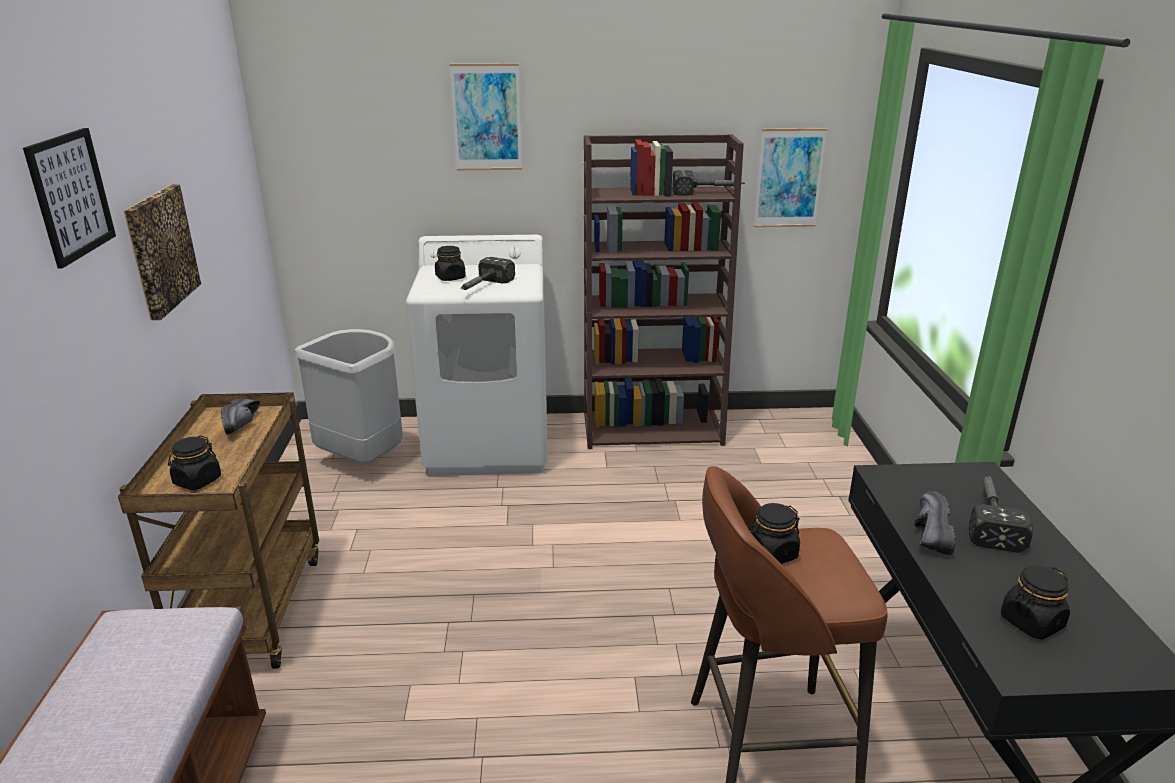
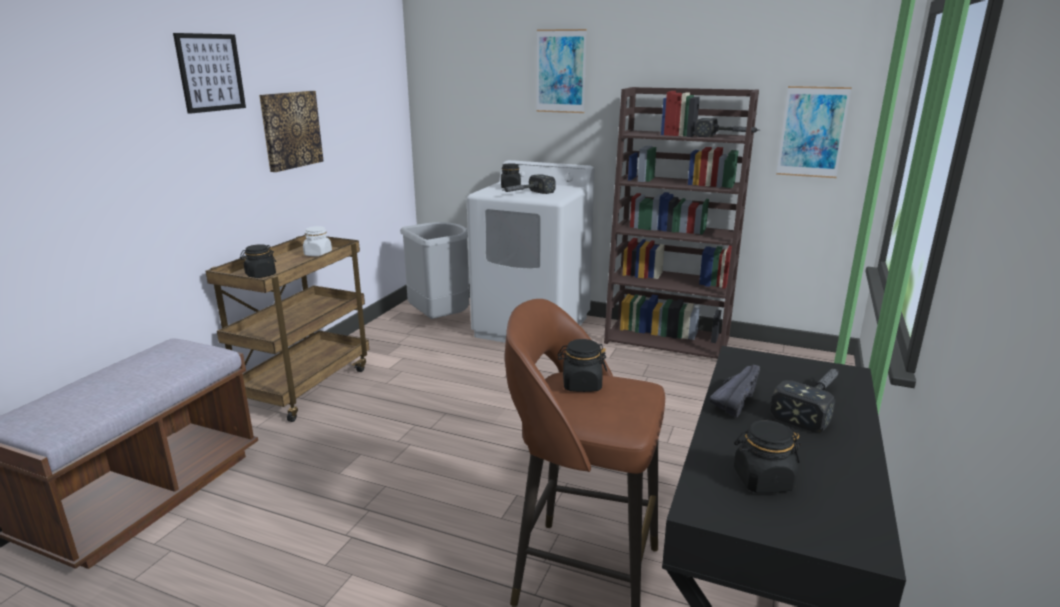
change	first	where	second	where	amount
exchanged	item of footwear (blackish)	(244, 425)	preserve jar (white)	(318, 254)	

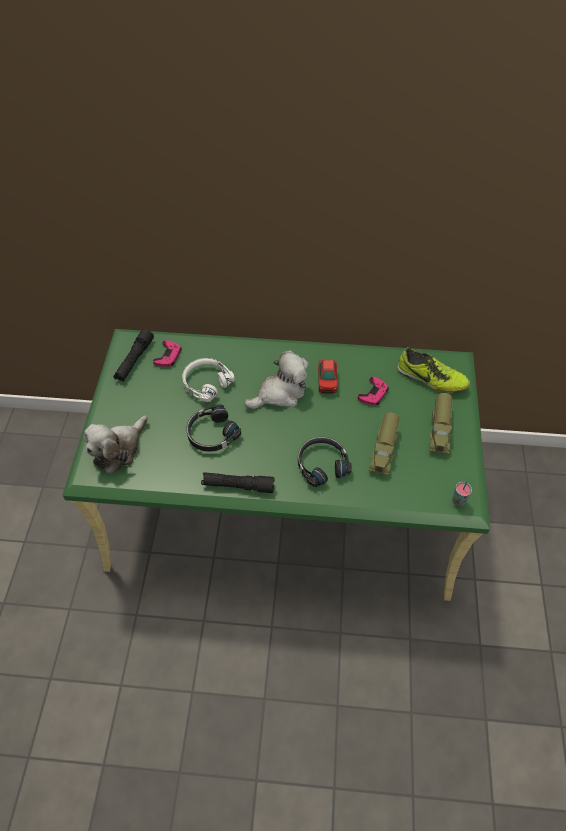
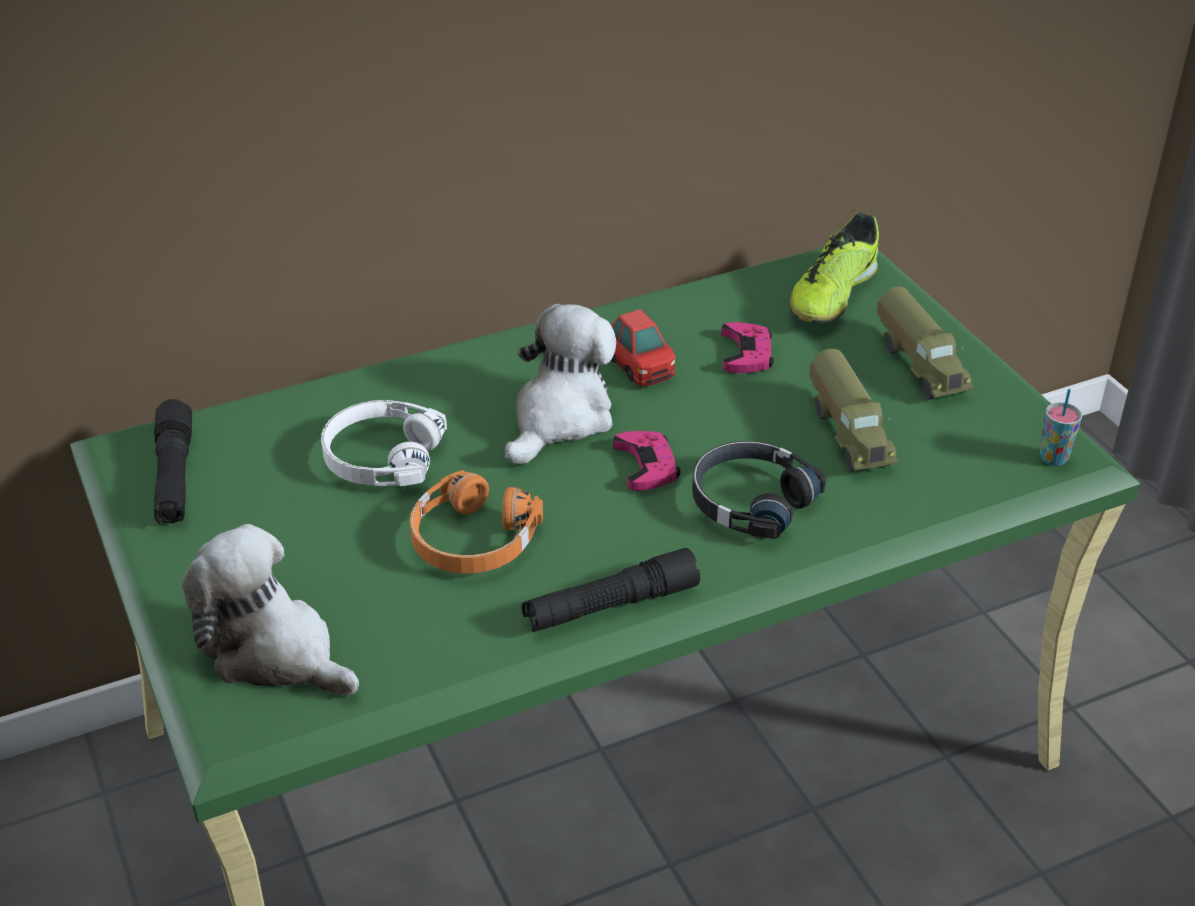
change	first	where	second	where	amount
relocated	game controller (pinkish)	(168, 356)		(646, 465)	
spun	item of footwear	(431, 379)		(832, 295)	120 degrees clockwise
colour	headphones (blackish)	(211, 434)	headphones (orange-coloured)	(472, 540)	
spun	plush toy	(119, 449)		(274, 652)	120 degrees clockwise

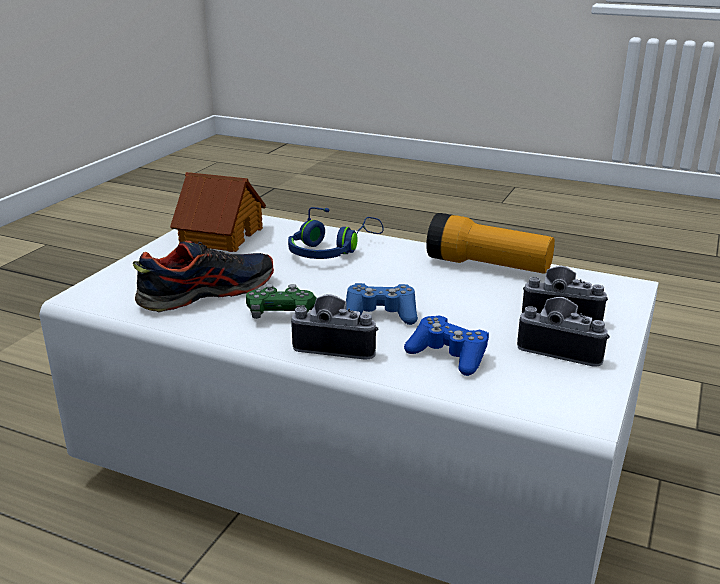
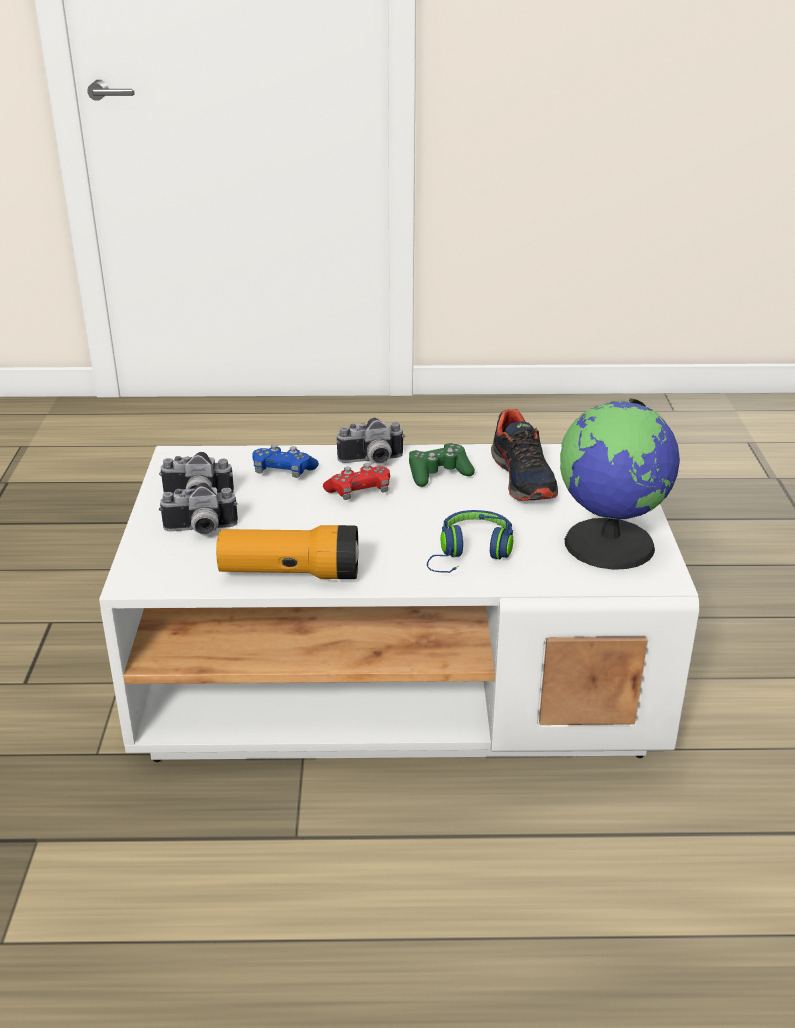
change	first	where	second	where	amount
exchanged	toy house	(220, 236)	globe	(611, 544)	
spun	item of footwear	(207, 292)		(523, 478)	45 degrees counterclockwise
colour	game controller (blue-coloured)	(380, 314)	game controller (reddish)	(359, 492)	

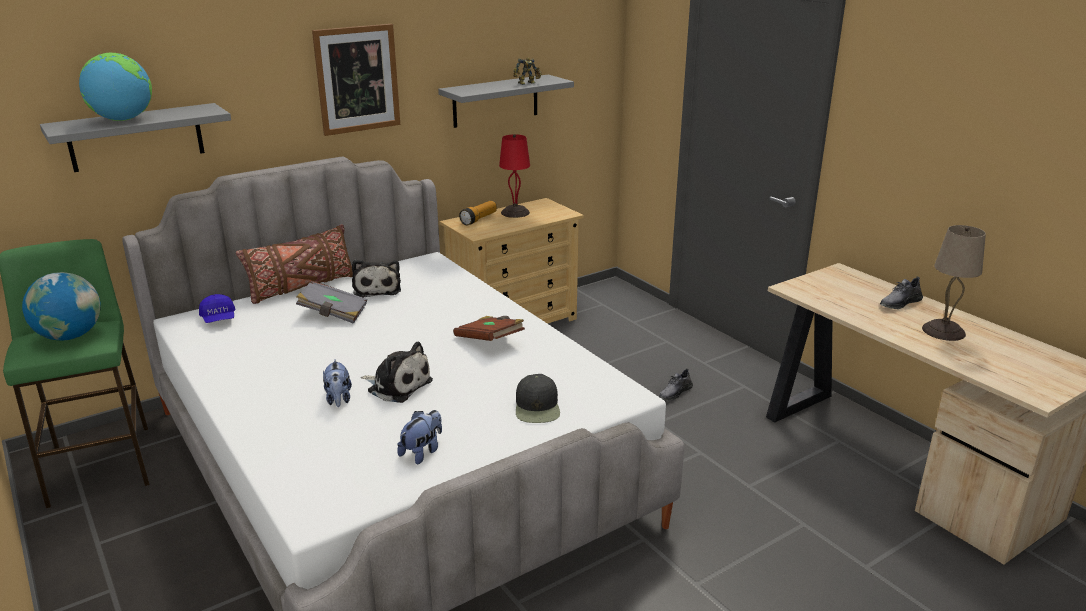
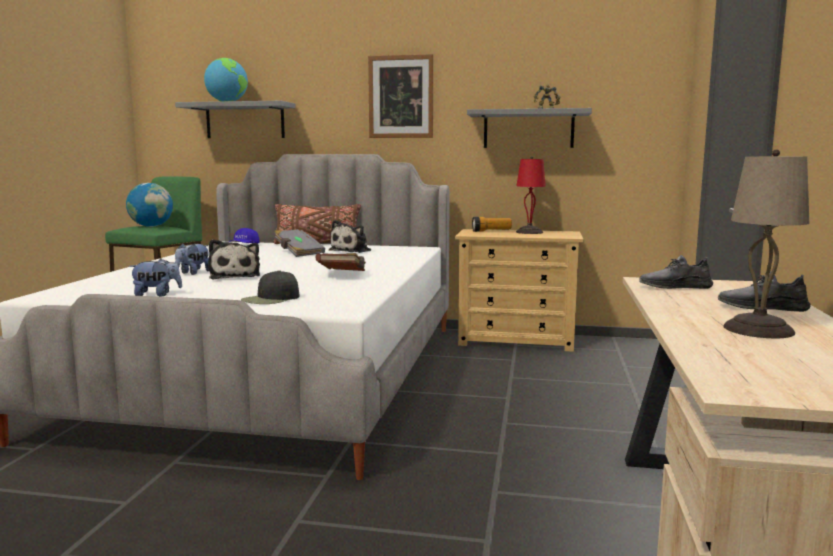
change	first	where	second	where	amount
relocated	item of footwear (gray)	(675, 393)		(675, 287)	

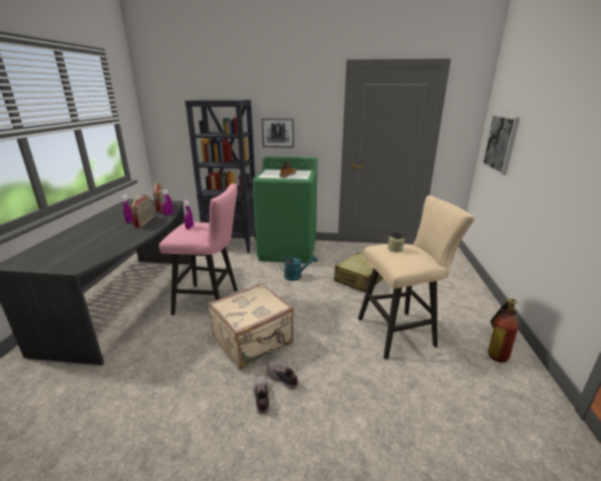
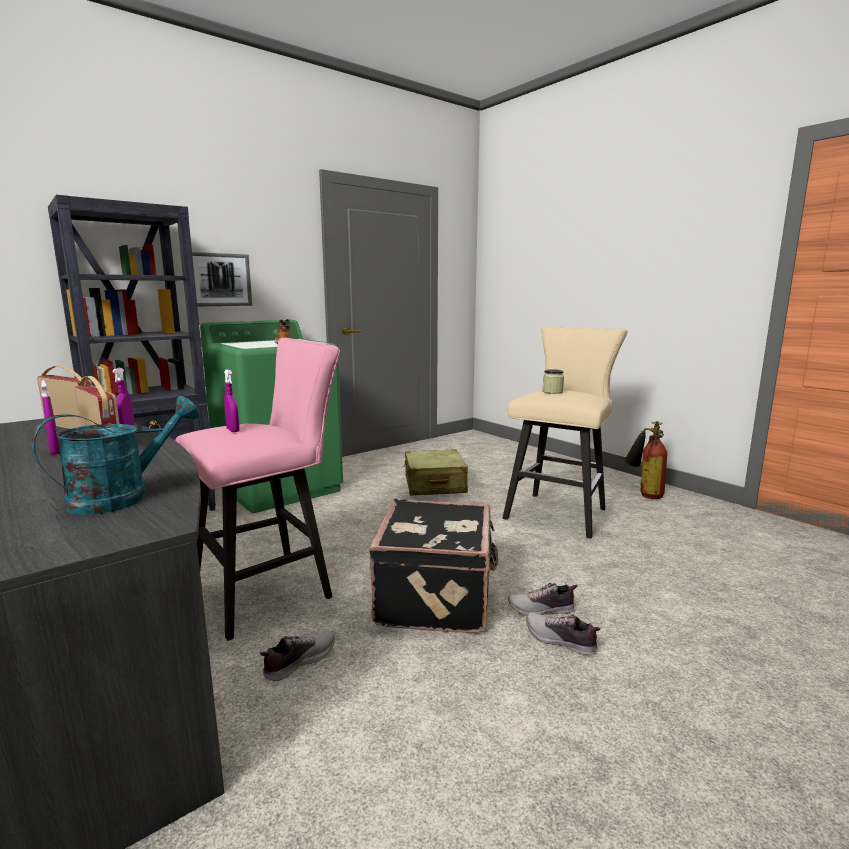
change	first	where	second	where	amount
missing	wall picture	(501, 143)			
relocated	watering pot (turquoise-coloured)	(296, 276)		(123, 496)	
colour	suitcase (beige)	(254, 342)	suitcase (blackish)	(437, 597)	
appeared			item of footwear	(298, 661)	

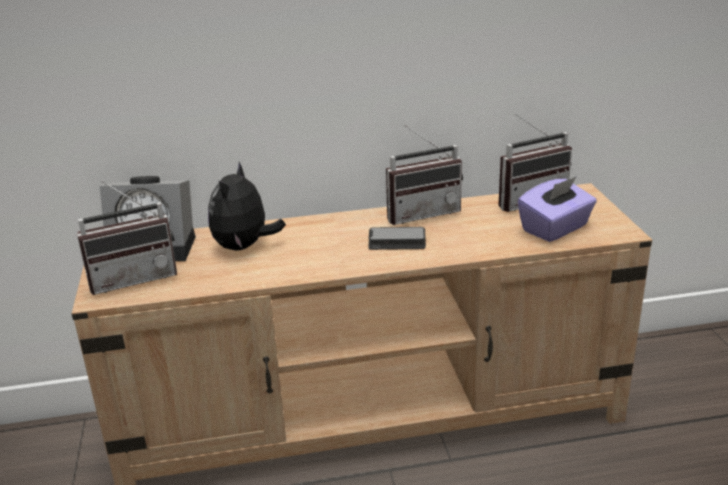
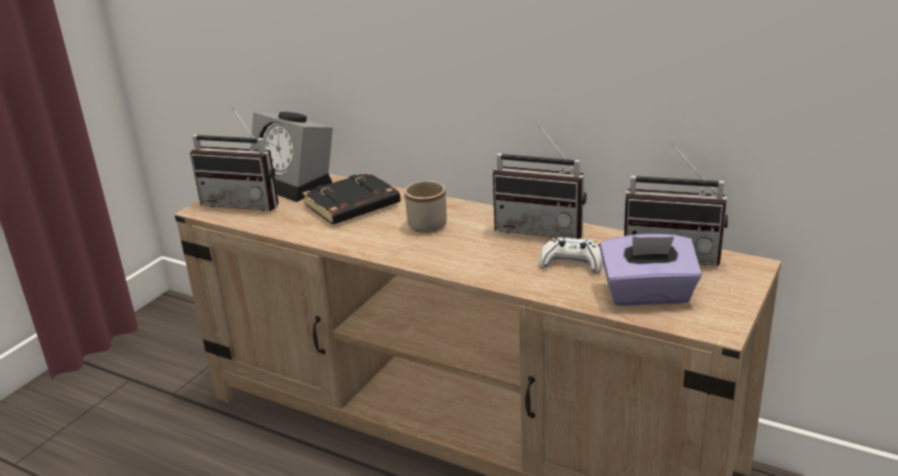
change	first	where	second	where	amount
exchanged	plush toy	(244, 247)	volume (blackish)	(352, 206)	
missing	handset	(397, 240)			
appeared			tea mug (beige)	(429, 222)	
appeared			game controller (white)	(572, 263)	

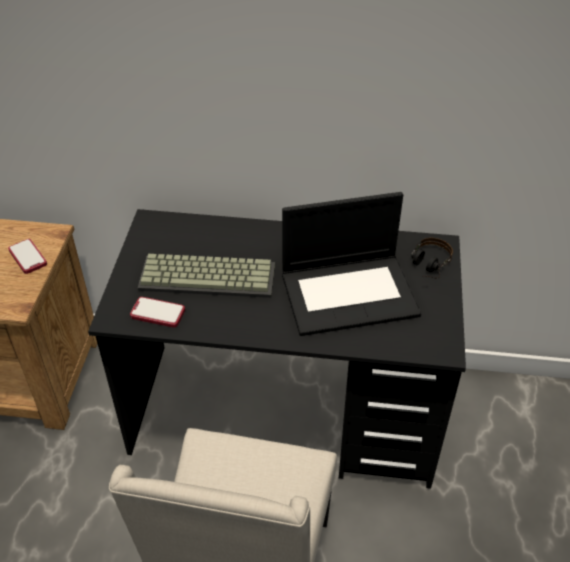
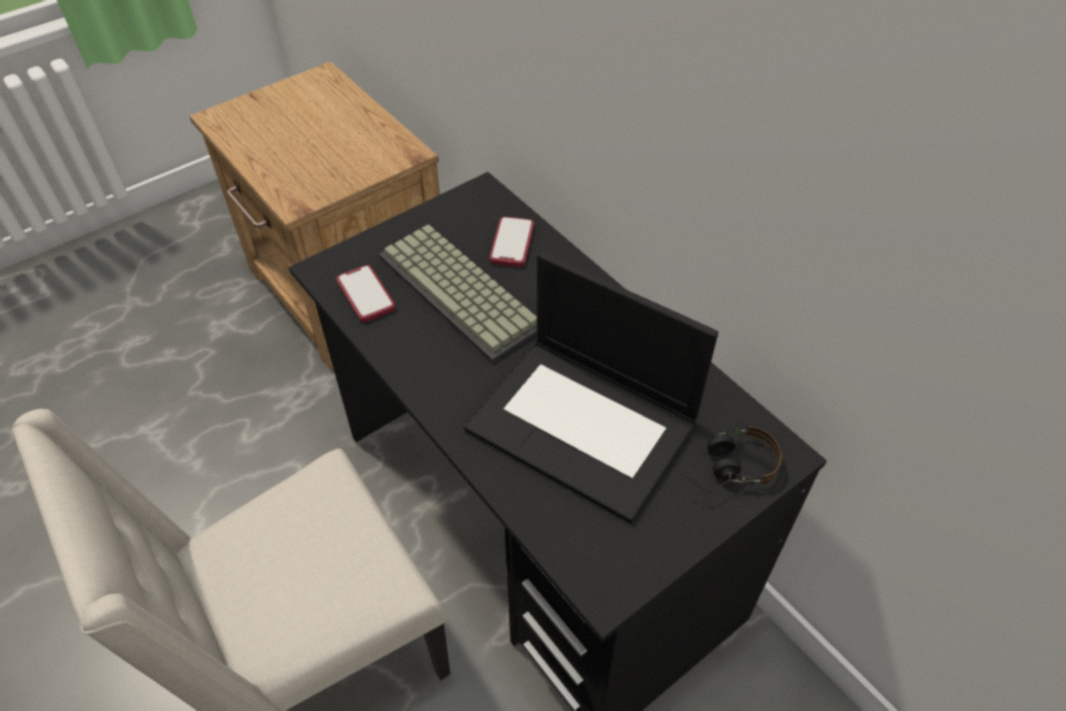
change	first	where	second	where	amount
relocated	handset	(28, 257)		(512, 243)	

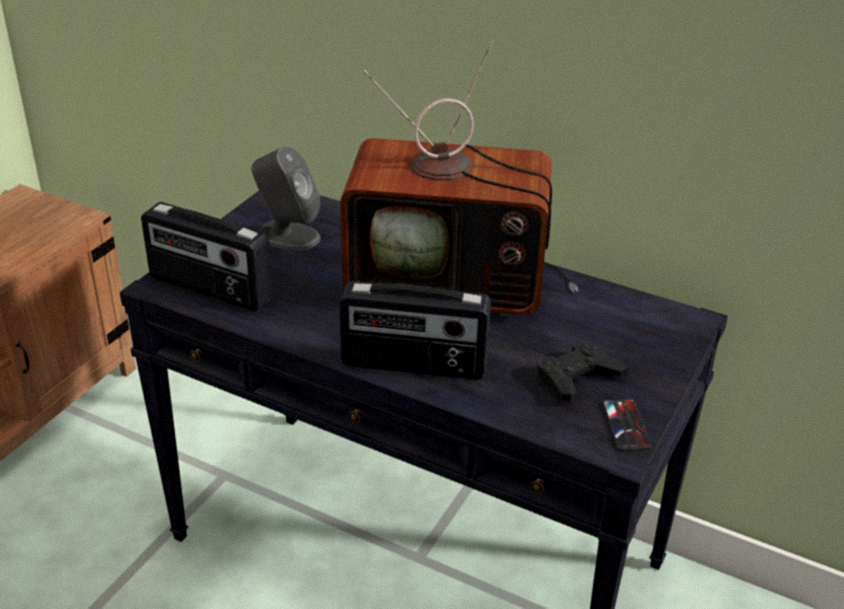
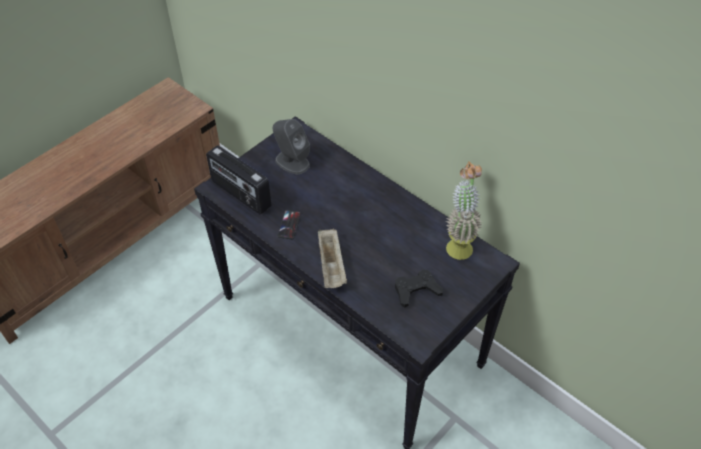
change	first	where	second	where	amount
missing	TV	(453, 283)			
exchanged	radio set	(413, 365)	serving tray (beige)	(332, 266)	
relocated	handset	(626, 425)		(289, 225)	
appeared			potted plant	(459, 243)	

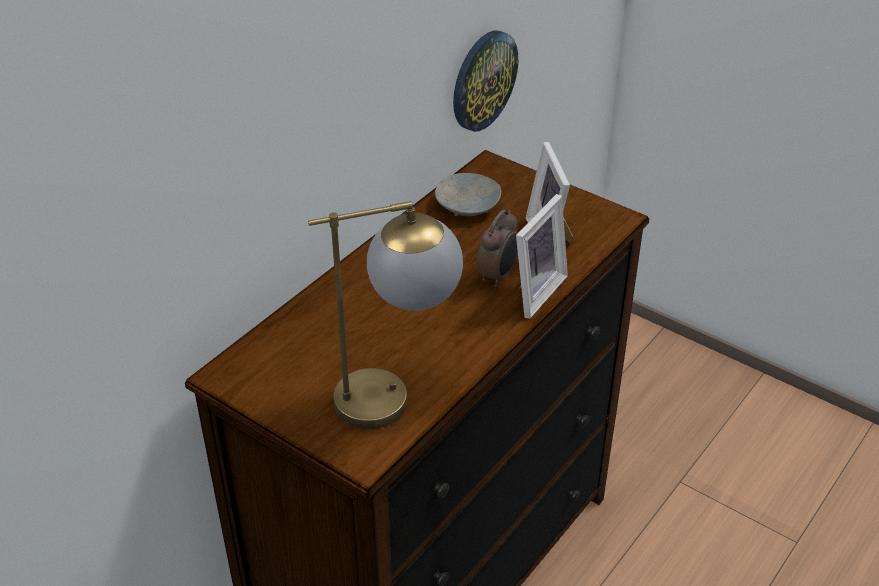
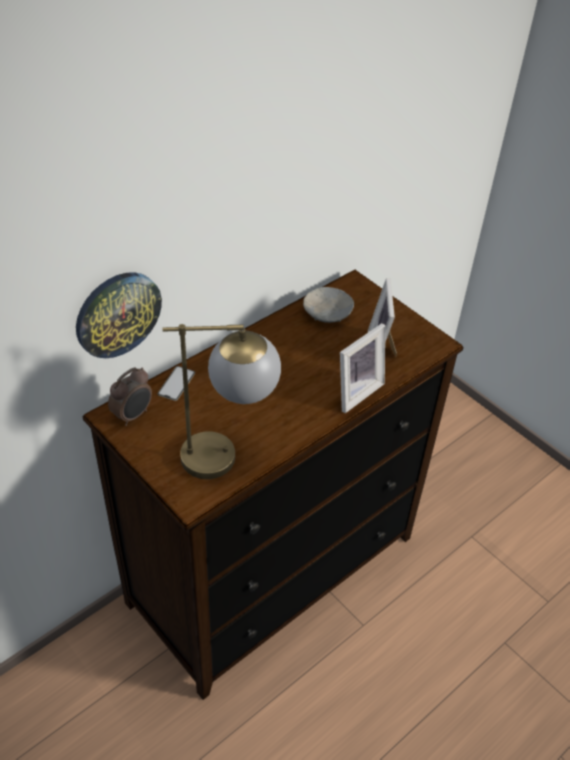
change	first	where	second	where	amount
relocated	clock on the wall	(483, 80)		(117, 314)	
relocated	bedside clock	(498, 275)		(133, 415)	
appeared			handset	(176, 383)	

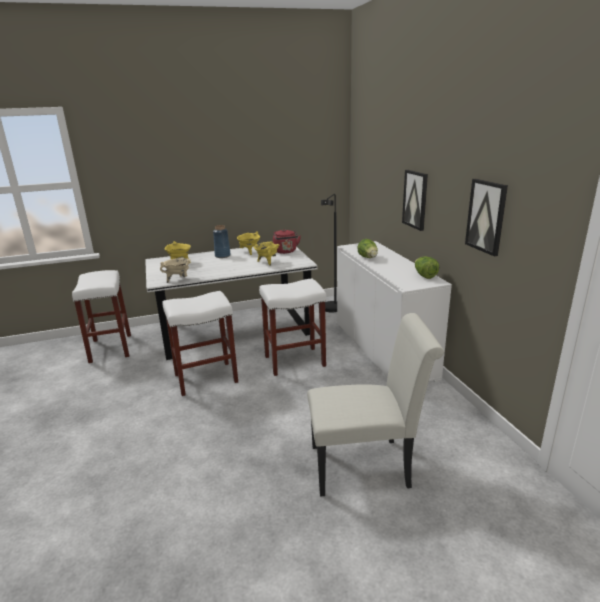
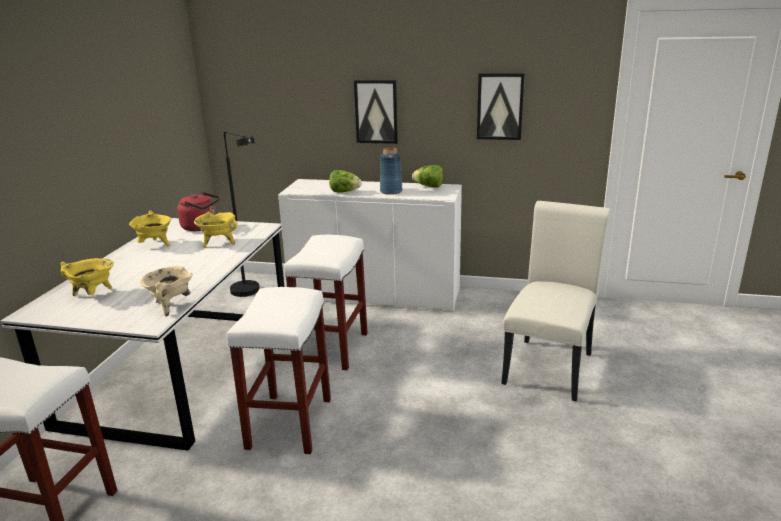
change	first	where	second	where	amount
relocated	vase (blue-coloured)	(222, 256)		(391, 191)	

